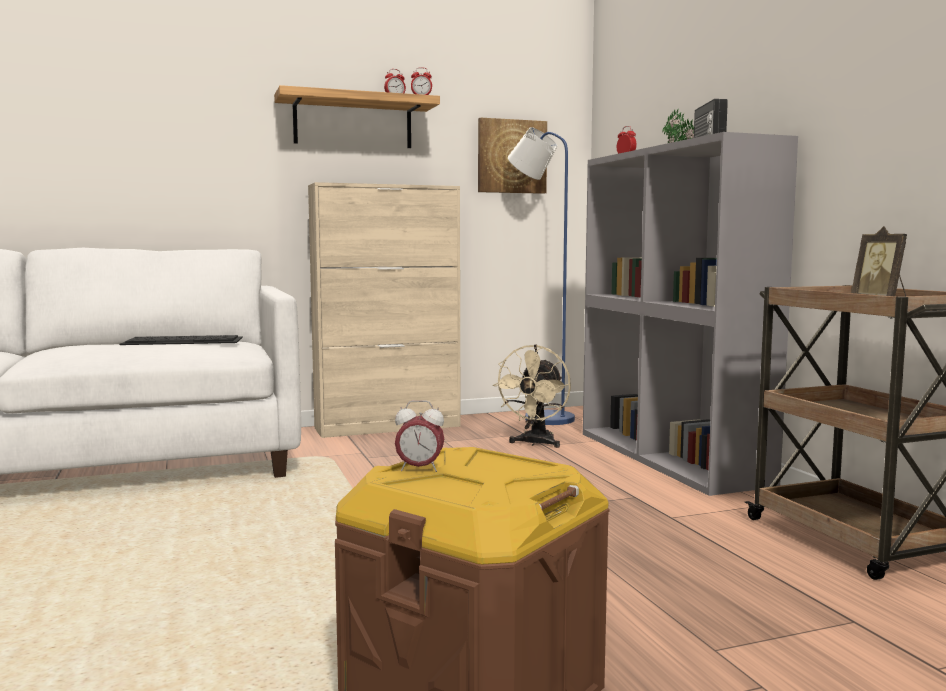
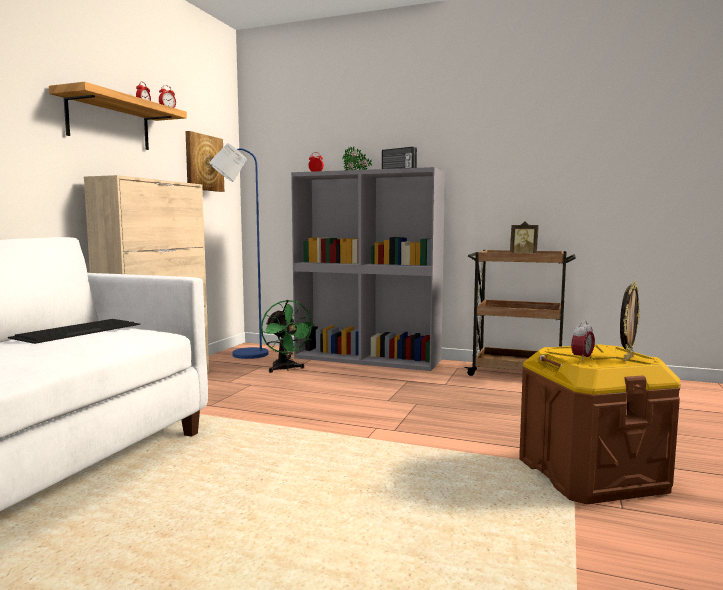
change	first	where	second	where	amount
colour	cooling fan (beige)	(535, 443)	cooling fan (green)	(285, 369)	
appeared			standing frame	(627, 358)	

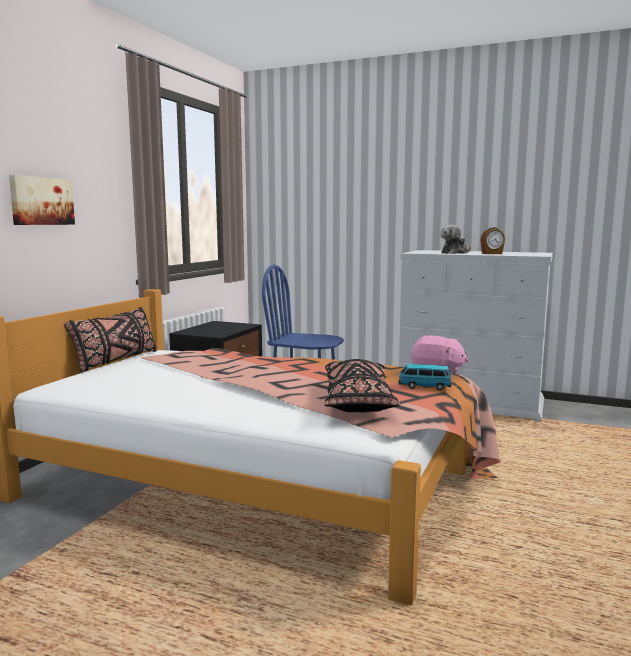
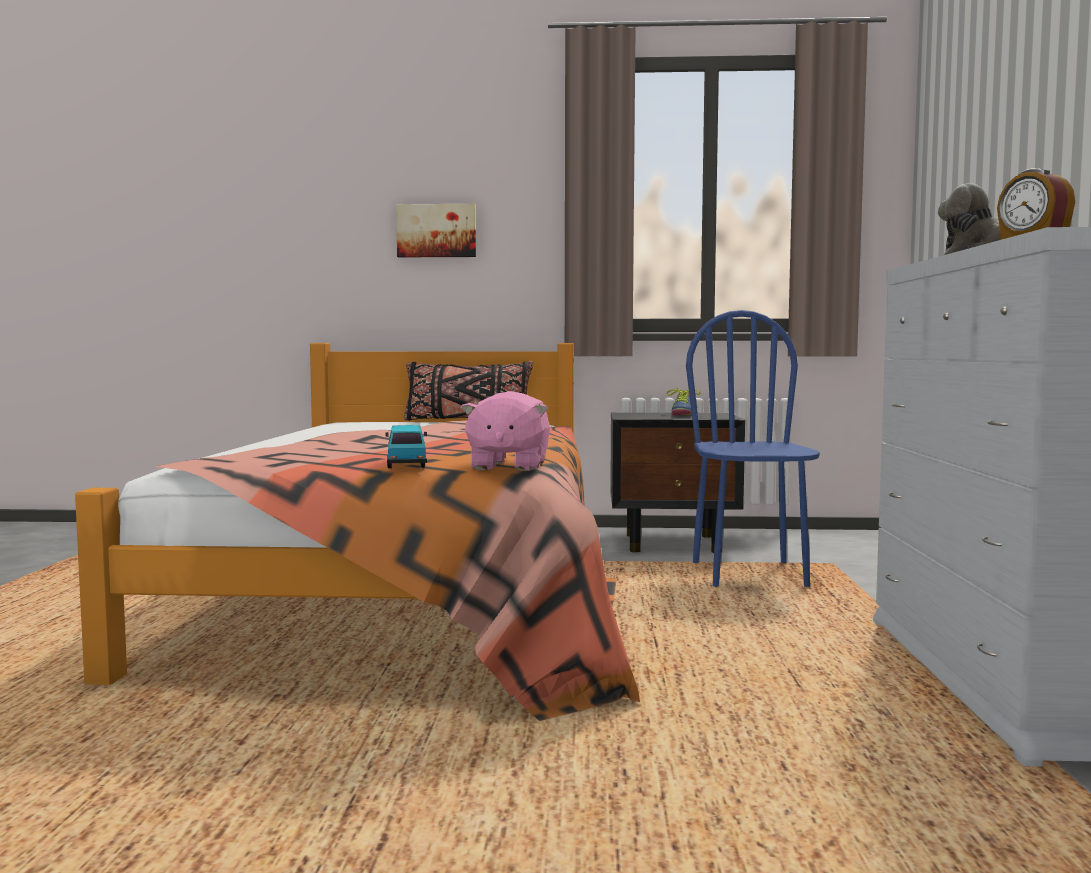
change	first	where	second	where	amount
missing	pillow (blackish)	(357, 400)			
appeared			item of footwear	(684, 414)	

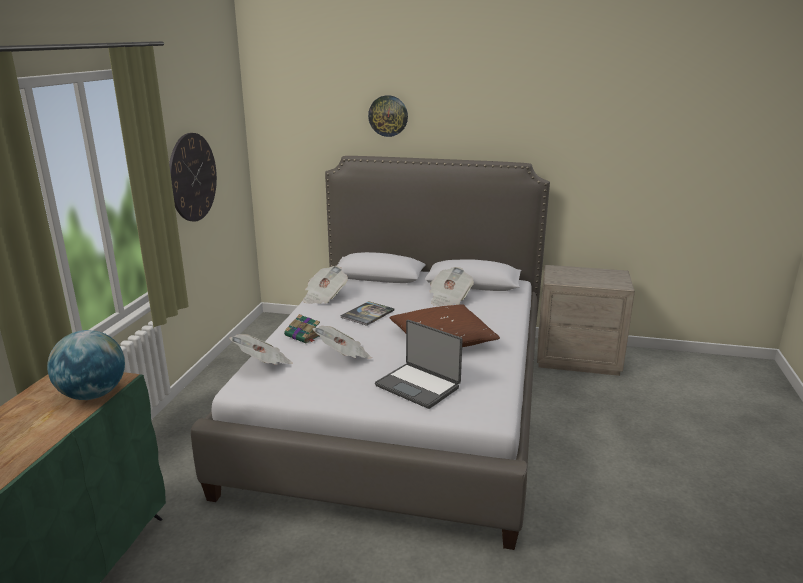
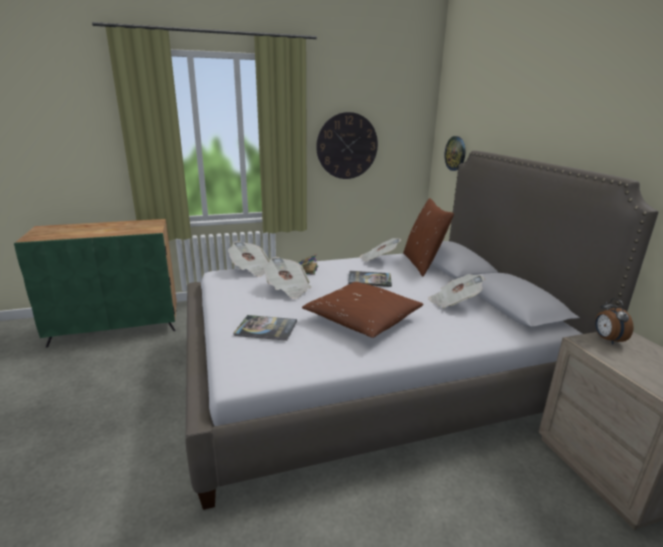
change	first	where	second	where	amount
relocated	clock on the wall	(388, 116)		(455, 153)	
exchanged	notebook computer	(418, 386)	volume	(266, 328)	
missing	globe	(93, 394)			
appeared			pillow (brown-coloured)	(422, 264)	
appeared			bedside clock	(607, 339)	

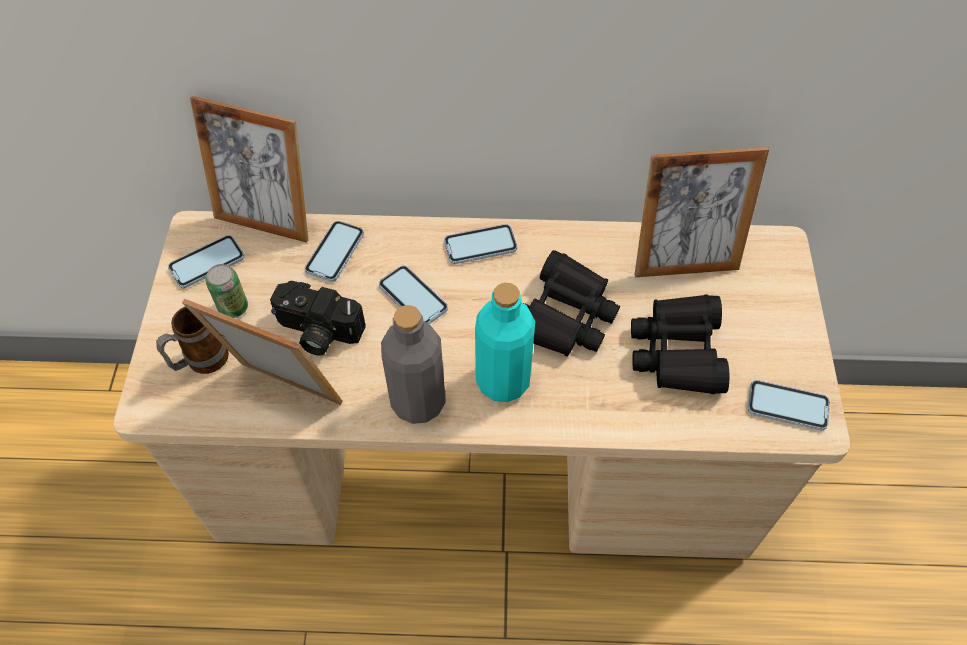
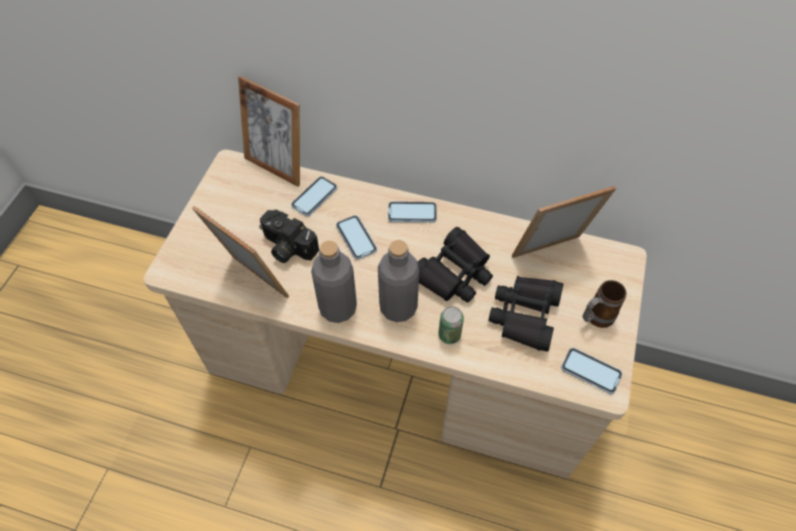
change	first	where	second	where	amount
spun	standing frame	(683, 261)		(550, 254)	150 degrees clockwise
missing	handset	(207, 263)			
relocated	metal can	(233, 307)		(449, 335)	
colour	bottle (turquoise-coloured)	(503, 380)	bottle (gray)	(398, 307)	
relocated	tea mug	(200, 362)		(595, 318)	

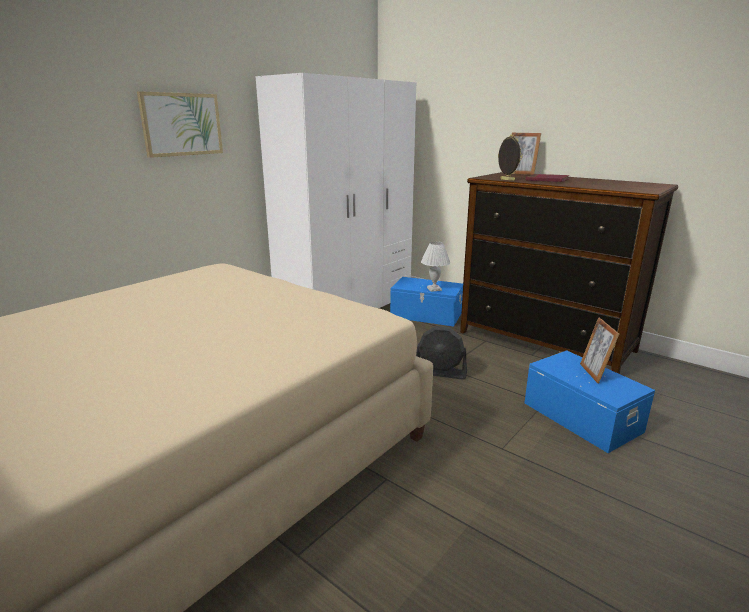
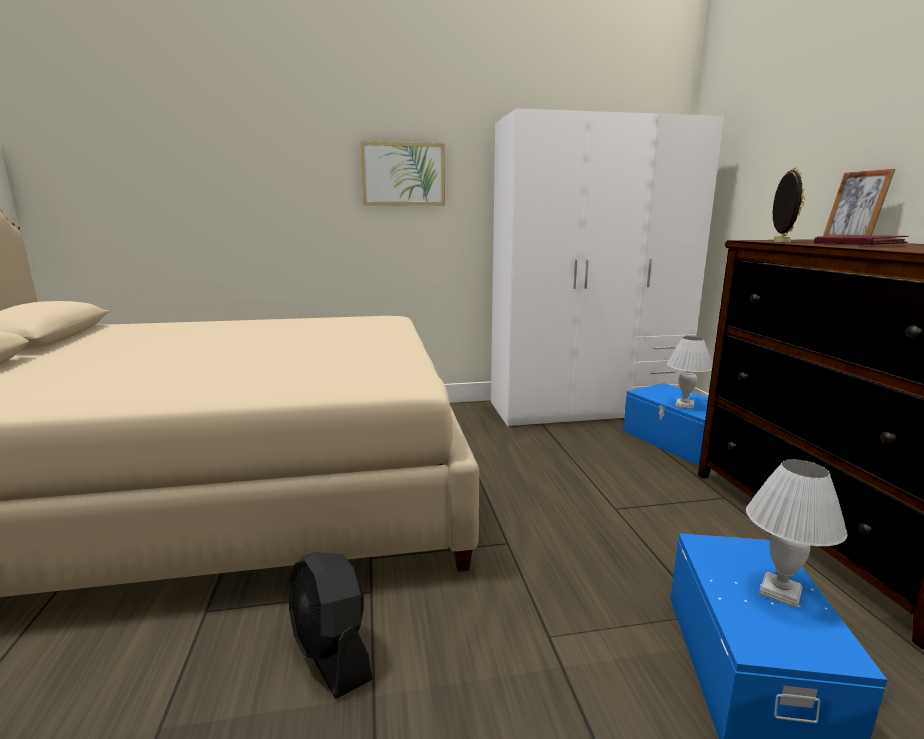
change	first	where	second	where	amount
exchanged	standing frame	(594, 373)	tabletop lamp (white)	(780, 592)	
relocated	cooling fan (blackish)	(440, 372)		(331, 653)	

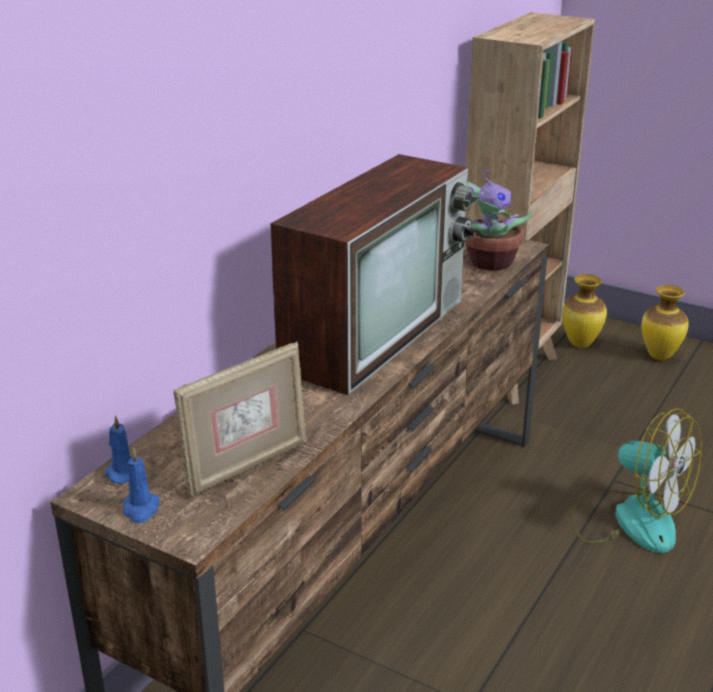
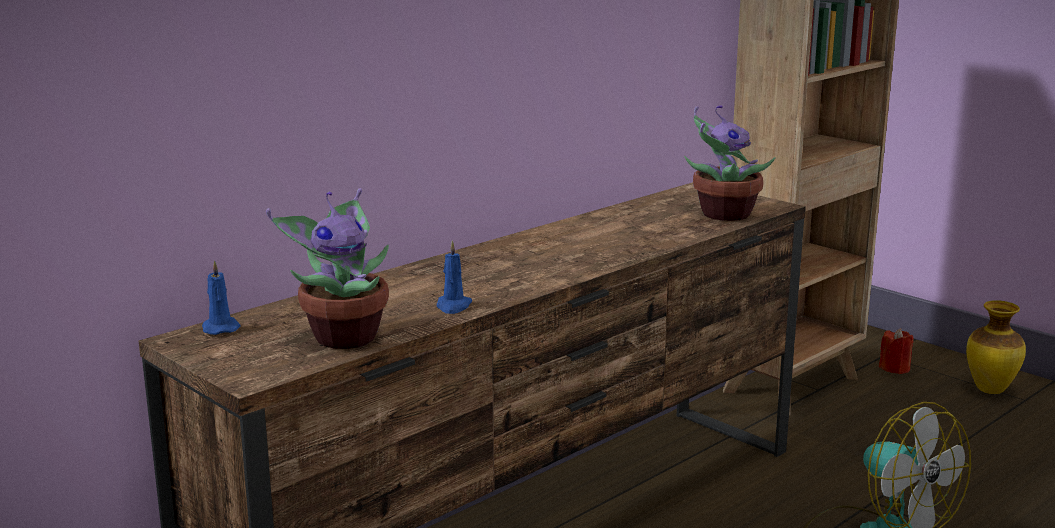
change	first	where	second	where	amount
missing	TV	(375, 332)			
exchanged	vase	(581, 344)	wax candle (reddish)	(895, 368)	
exchanged	standing frame	(246, 466)	potted plant	(343, 336)	
relocated	wax candle (blue-coloured)	(141, 509)		(453, 306)	

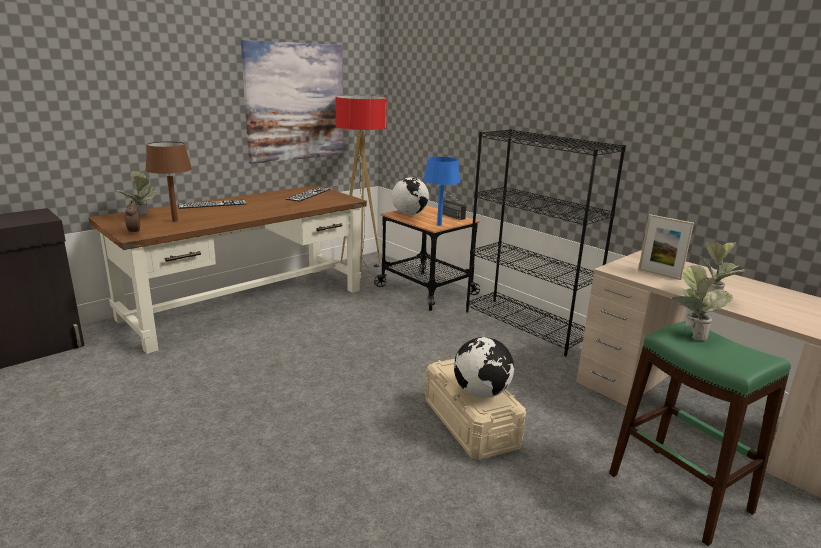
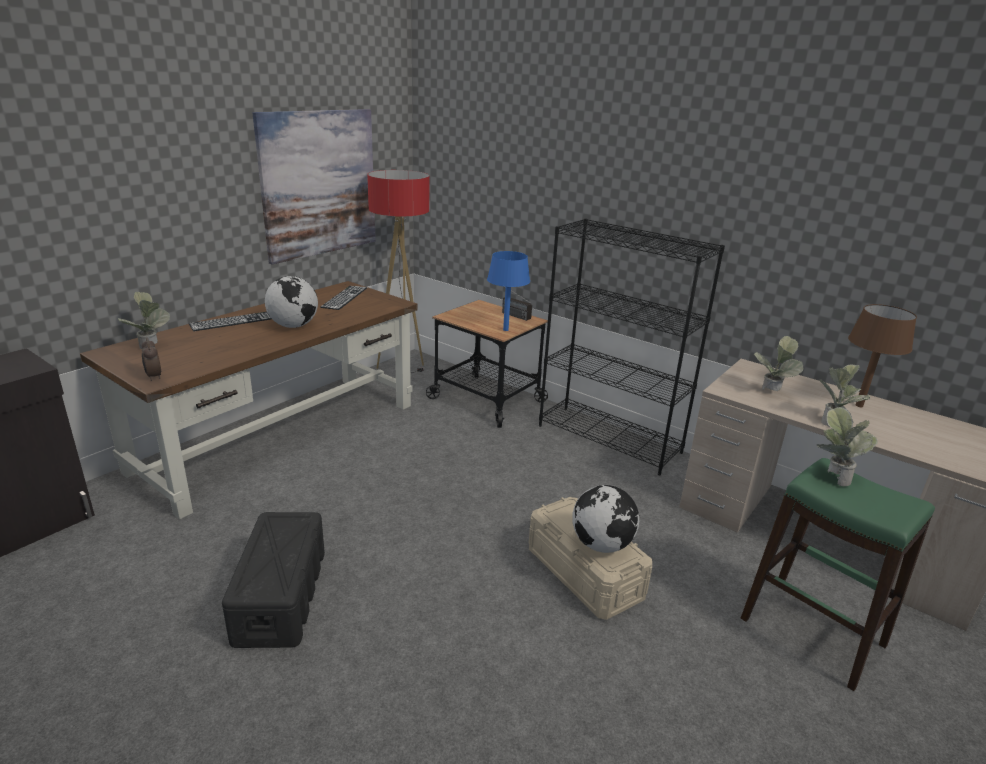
change	first	where	second	where	amount
relocated	tabletop lamp (brown-coloured)	(175, 221)		(859, 405)	
relocated	globe	(409, 214)		(293, 326)	
exchanged	standing frame	(659, 274)	potted plant	(770, 393)	
appeared			storage box (blackish)	(281, 595)	

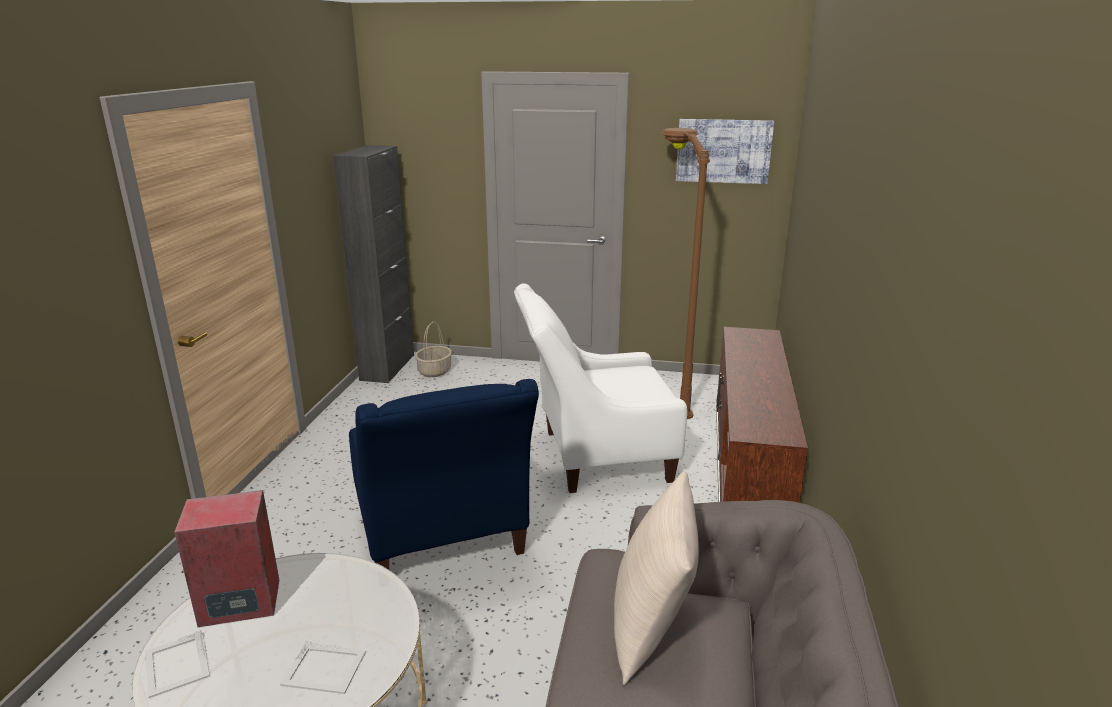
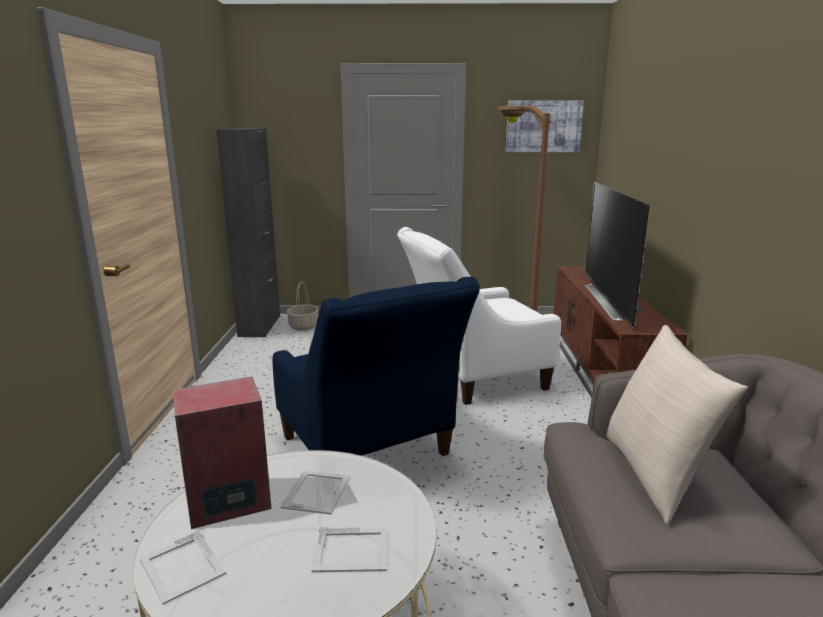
change	first	where	second	where	amount
appeared			TV	(613, 301)	
appeared			standing frame	(317, 491)	

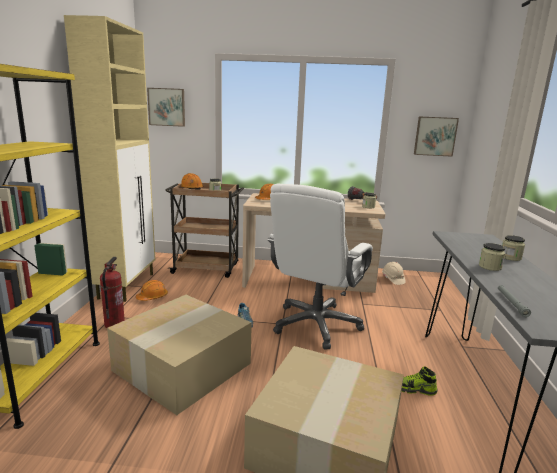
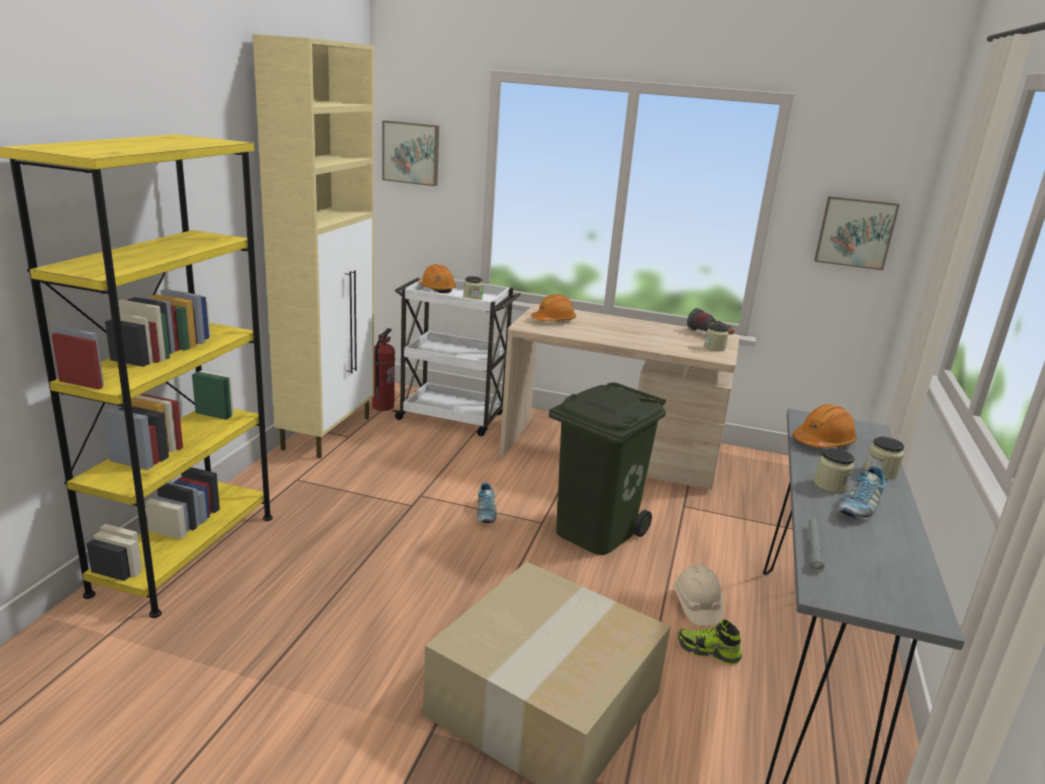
change	first	where	second	where	amount
colour	trolley (brown-coloured)	(207, 268)	trolley (white)	(453, 417)	
exchanged	computer chair (white)	(316, 324)	trash can (green)	(594, 531)	
relocated	extinguisher	(114, 324)		(382, 406)	
relocated	safety helmet (beige)	(392, 279)		(696, 606)	
relocated	safety helmet (orange-coloured)	(152, 297)		(823, 442)	
missing	packing box	(182, 365)			
appeared			item of footwear	(859, 508)	

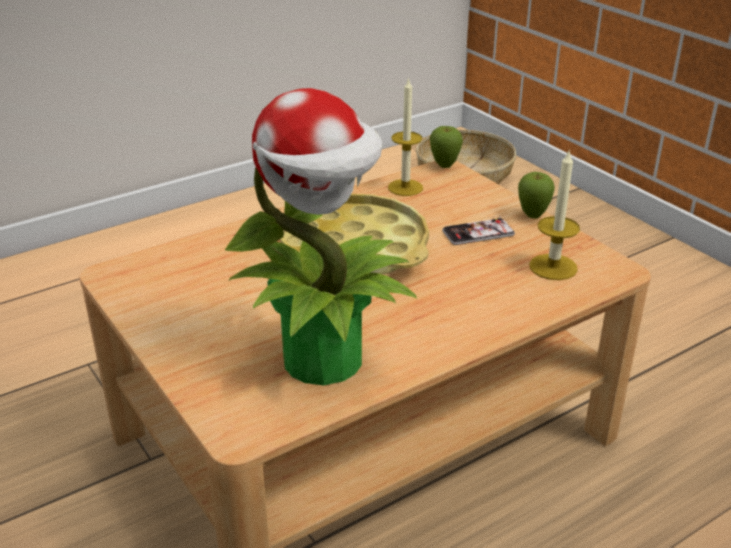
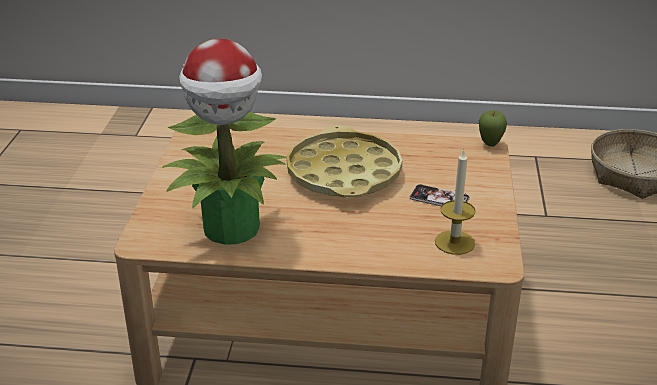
change	first	where	second	where	amount
missing	wax candle	(405, 187)			
missing	apple fruit	(532, 216)			

